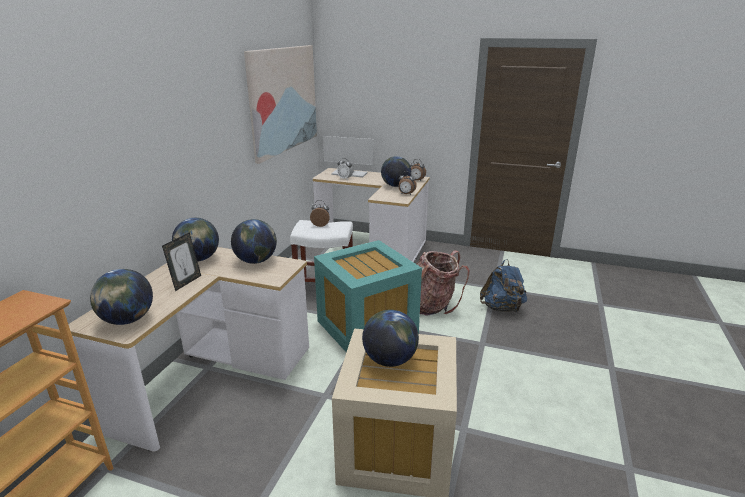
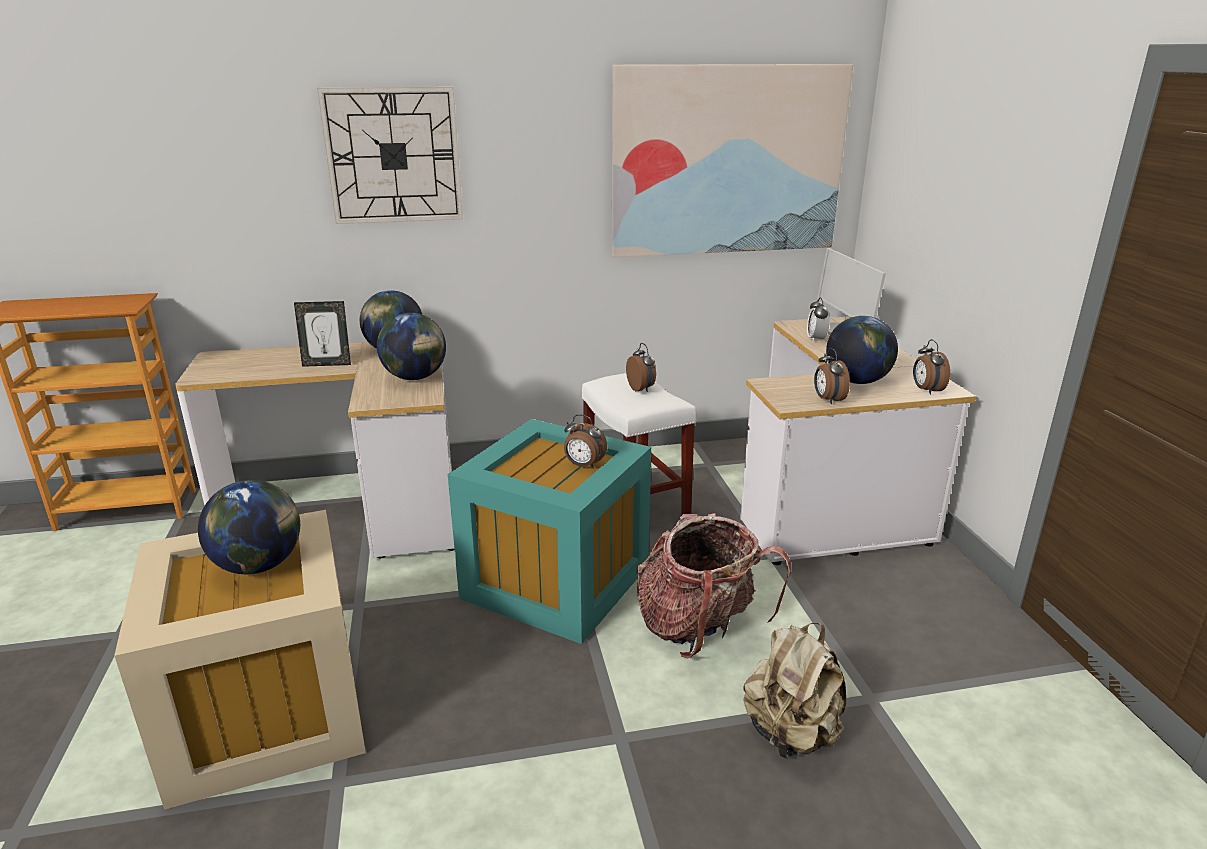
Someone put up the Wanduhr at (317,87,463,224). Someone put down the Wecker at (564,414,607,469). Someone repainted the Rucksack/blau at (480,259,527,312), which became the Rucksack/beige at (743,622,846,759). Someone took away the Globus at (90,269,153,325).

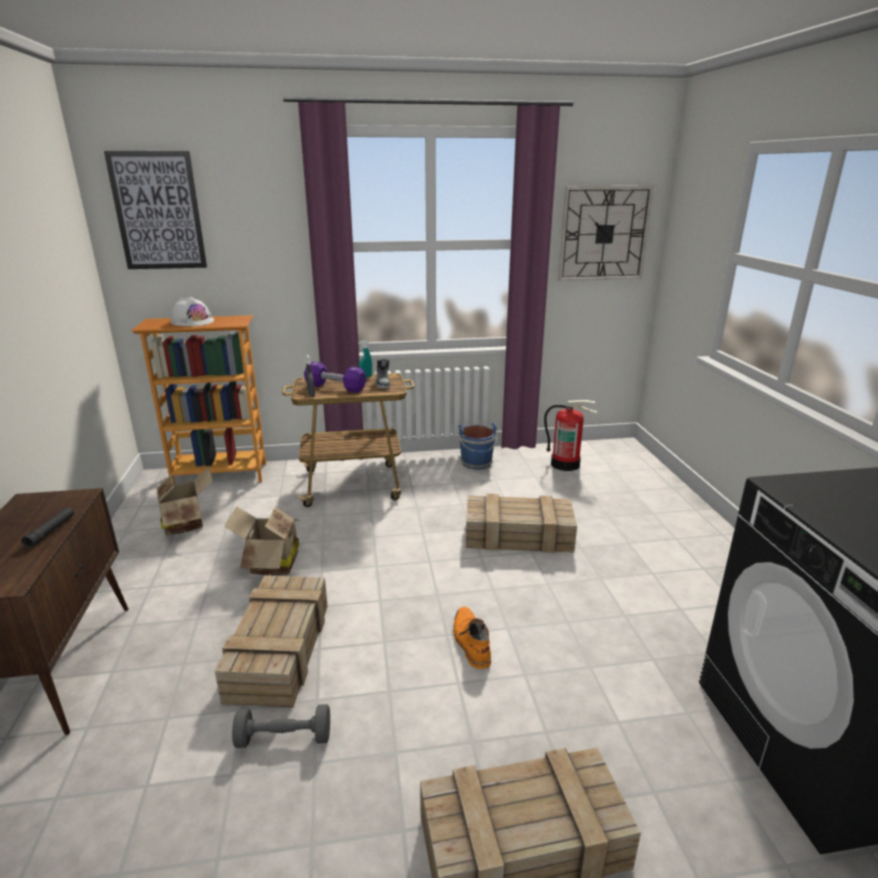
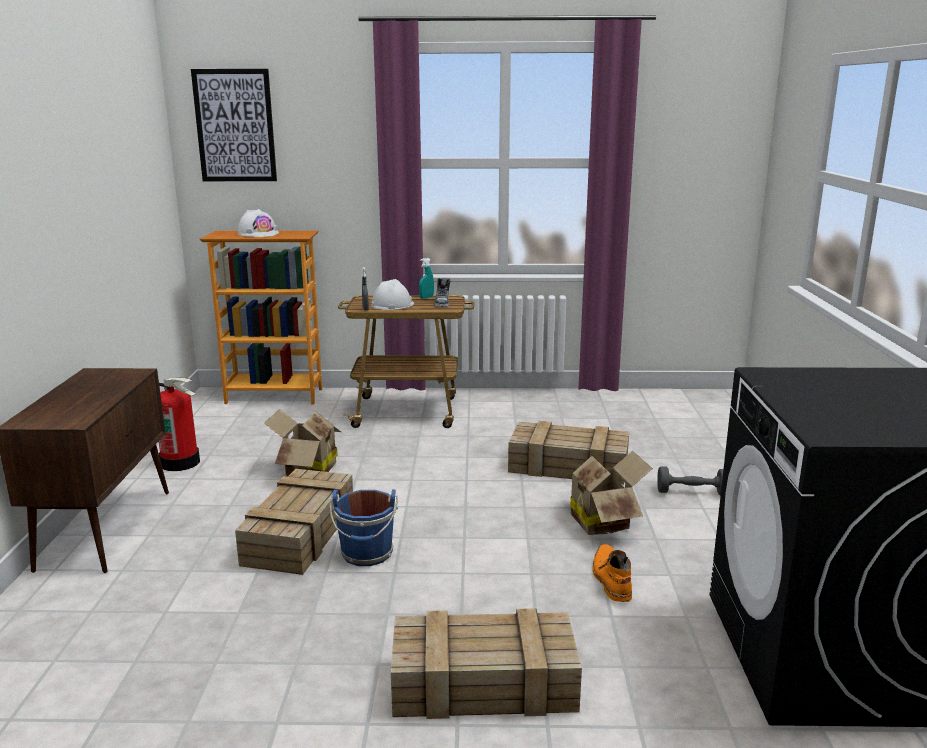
Someone carried the Feuerlöscher from (544,400,598,471) to (159,378,200,471). Someone carried the Eimer/blau from (458,423,499,469) to (329,489,398,566). Someone swapped the Hantel/lila at (304,362,366,393) for the Schutzhelm/weiß at (371,279,414,310). Someone carried the Karton from (157,466,213,535) to (563,451,653,535). Someone carried the Stiefel/orange from (454,607,491,669) to (593,544,632,602). Someone carried the Hantel/grau from (232,704,330,748) to (657,466,724,495). Someone took away the Taschenlampe/schwarz at (21,507,74,548). Someone took away the Wanduhr at (558,186,654,281).

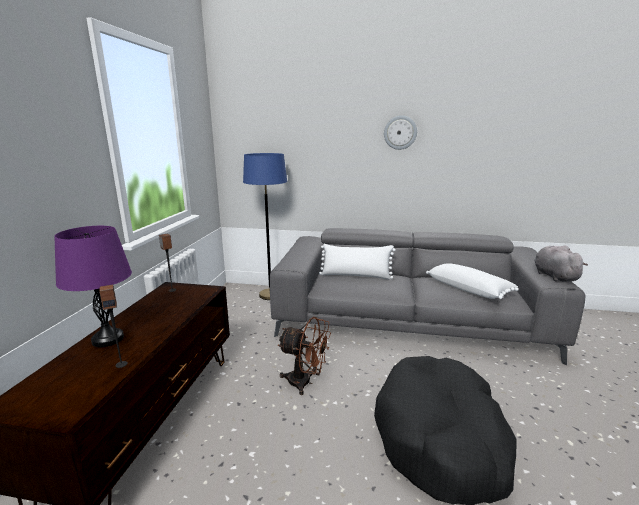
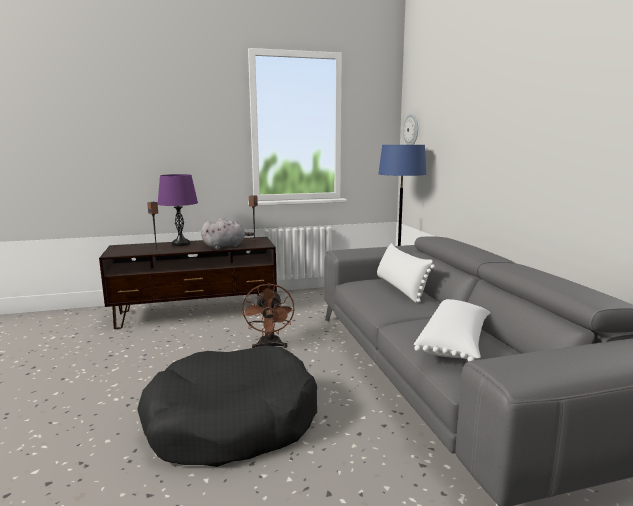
Someone carried the Plüschtier/grau from (534,246,588,282) to (201,218,254,249). Someone carried the Wanduhr from (384,115,417,150) to (403,114,418,145).

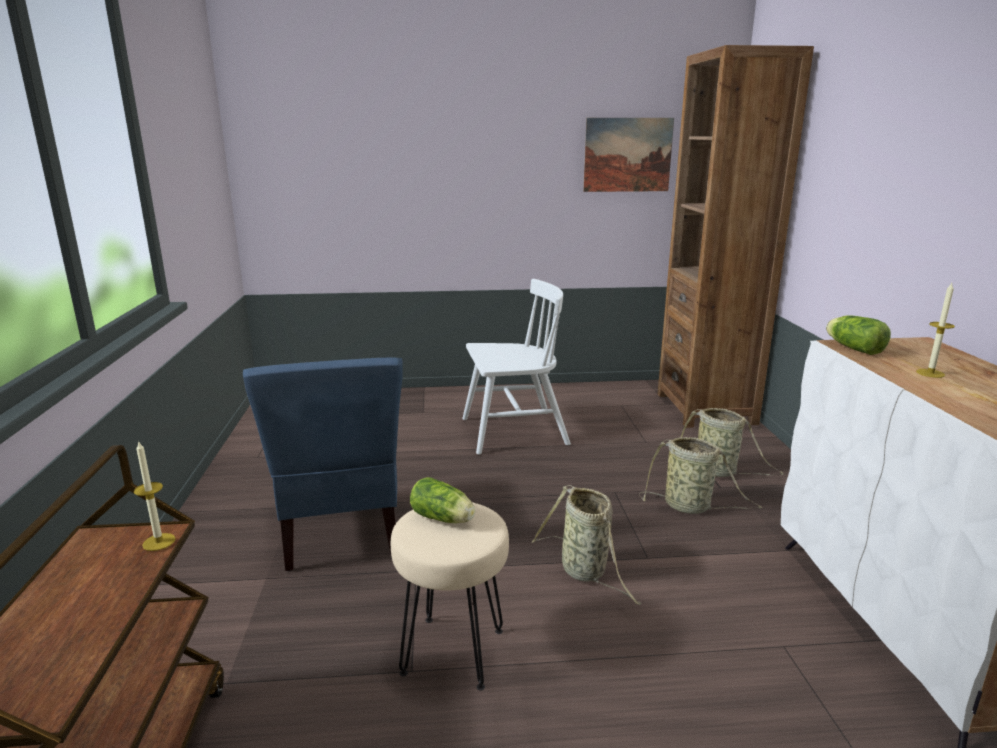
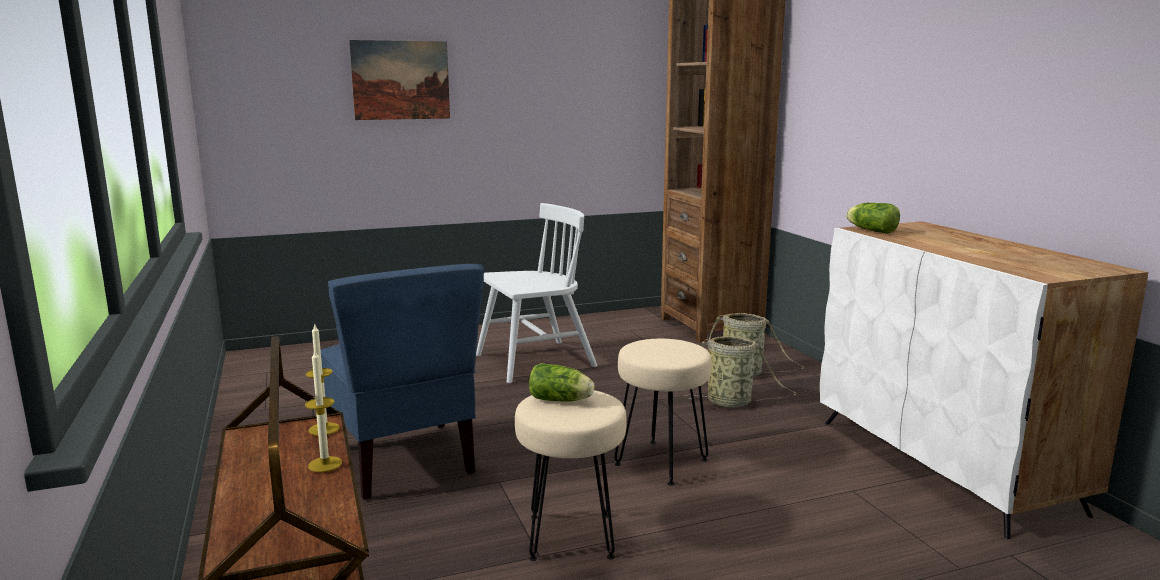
Someone carried the Kerze from (916,283,955,378) to (305,350,342,472). Someone carried the Bild from (583,118,674,192) to (349,40,450,120). Someone swapped the Korb at (532,485,641,605) for the Hocker/beige at (615,339,712,486).

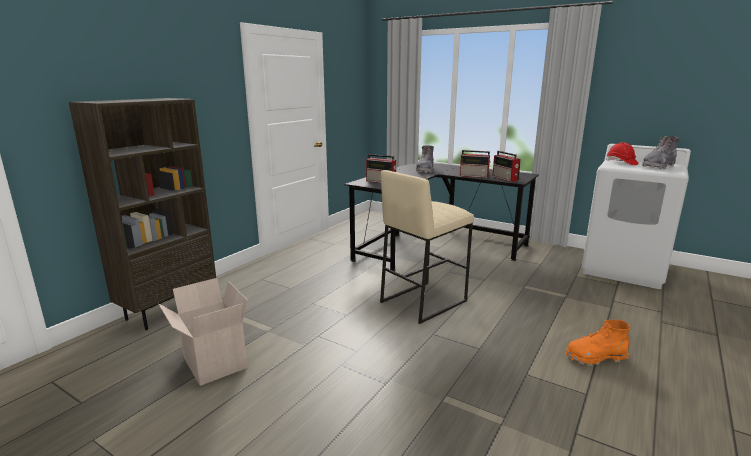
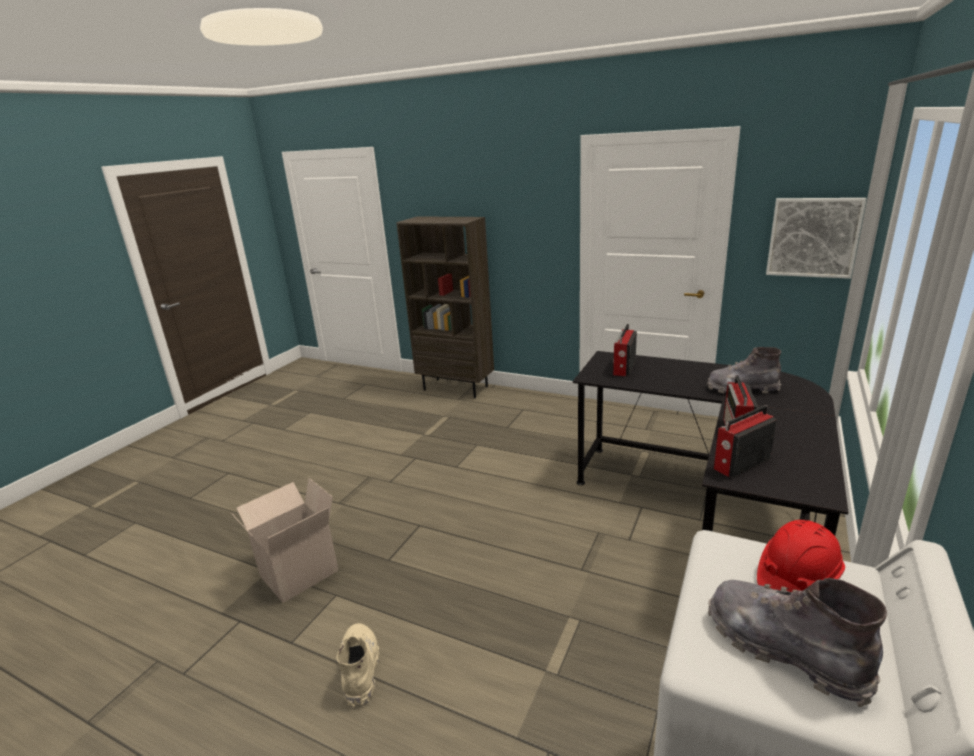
Someone carried the Karton from (158,278,248,386) to (231,478,338,603). Someone repainted the Stiefel/orange at (566,320,630,366), which became the Stiefel/beige at (336,623,380,708). Someone put up the Bild at (766,198,866,279). Someone took away the Hocker/beige at (380,170,474,324).

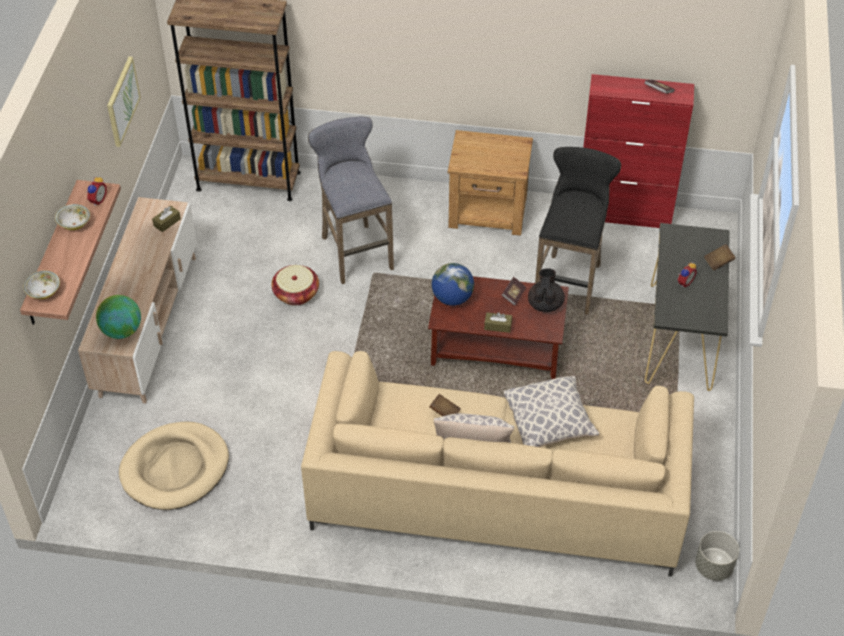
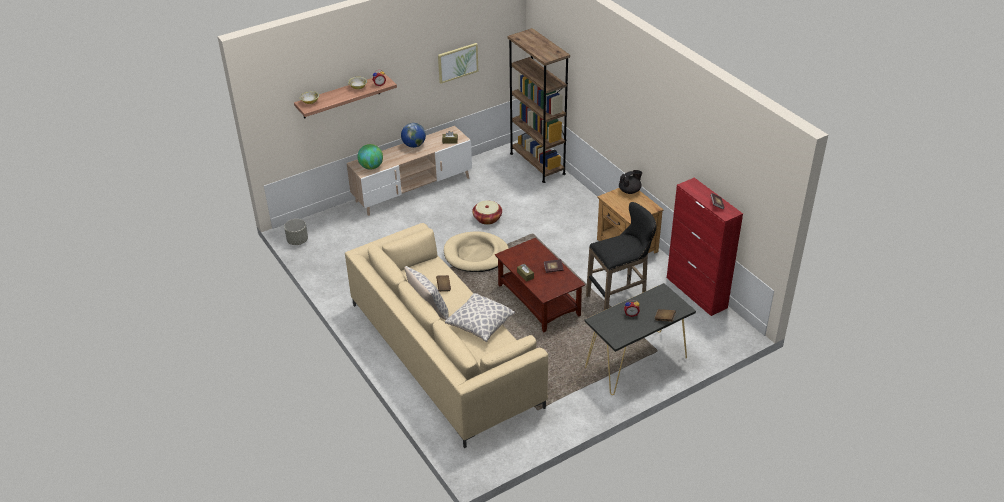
Someone carried the Pflanzkübel/grau from (695,531,739,581) to (284,219,308,245). Someone carried the Globus from (432,263,474,306) to (401,123,426,148). Someone carried the Hundebett/beige from (119,421,229,510) to (444,232,509,272). Someone carried the Teekanne/schwarz from (528,268,565,312) to (619,170,642,194). Someone took away the Hocker/grau at (308,117,394,284).

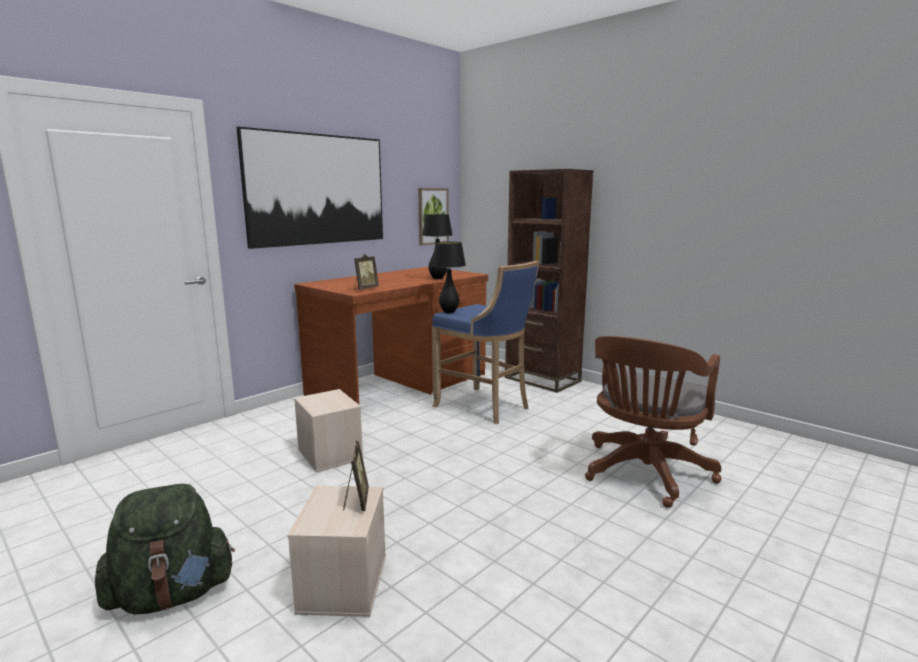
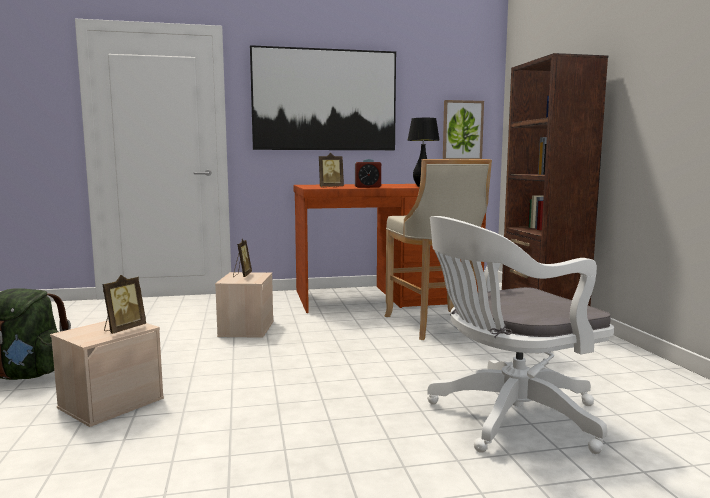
Someone put down the Bilderrahmen at (233,239,252,277). Someone put down the Wecker at (355,159,381,188). Someone repainted the Hocker/blau at (432,261,539,424), which became the Hocker/beige at (385,159,492,340). Someone repainted the Bürostuhl/braun at (585,336,722,508), which became the Bürostuhl/weiß at (427,216,614,454). Someone took away the Tischlampe/schwarz at (432,242,466,313).

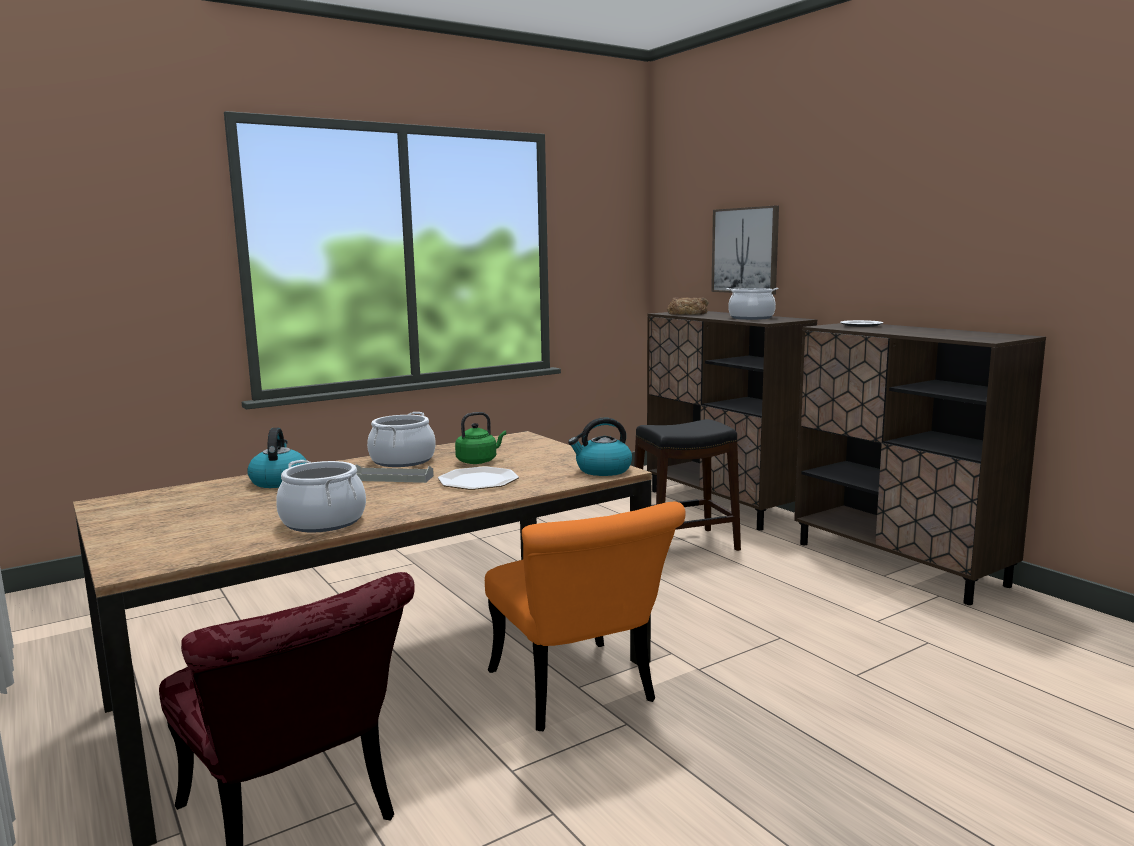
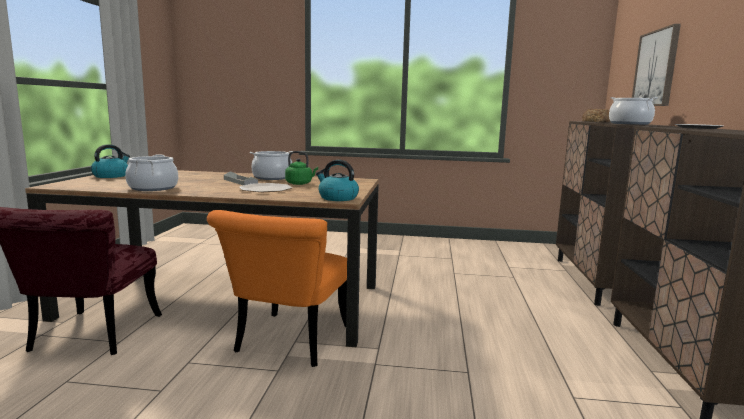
Someone carried the Wasserkessel from (247,428,306,488) to (91,144,130,178). Someone took away the Hocker/schwarz at (634,419,741,551).

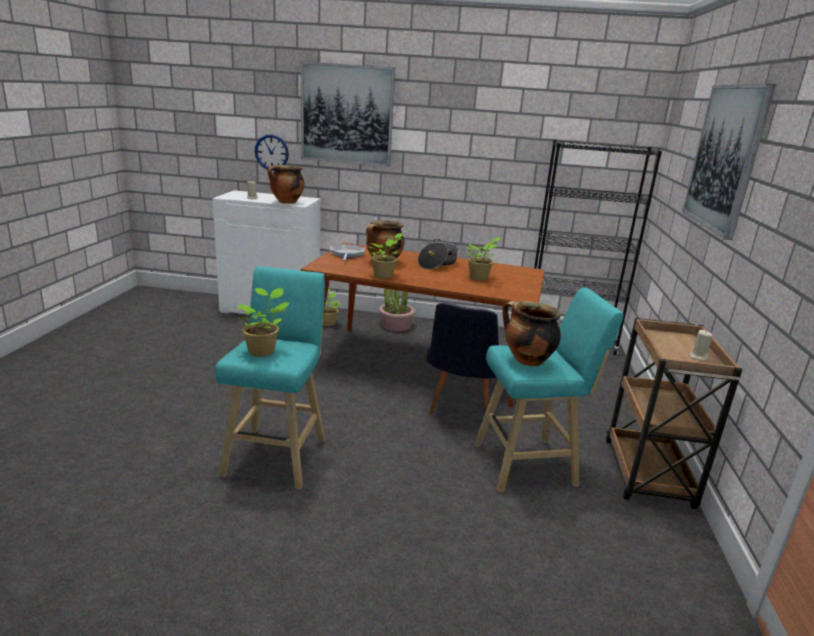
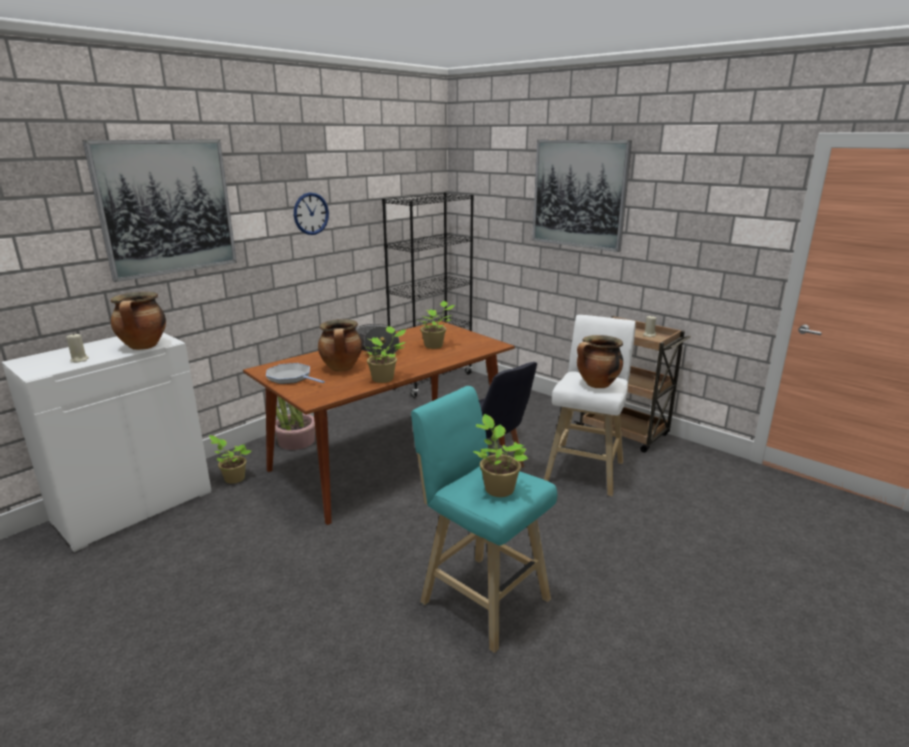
Someone carried the Wanduhr from (255,134,289,171) to (294,192,329,235). Someone repainted the Hocker/türkis at (474,287,624,492), which became the Hocker/weiß at (544,315,635,496).

